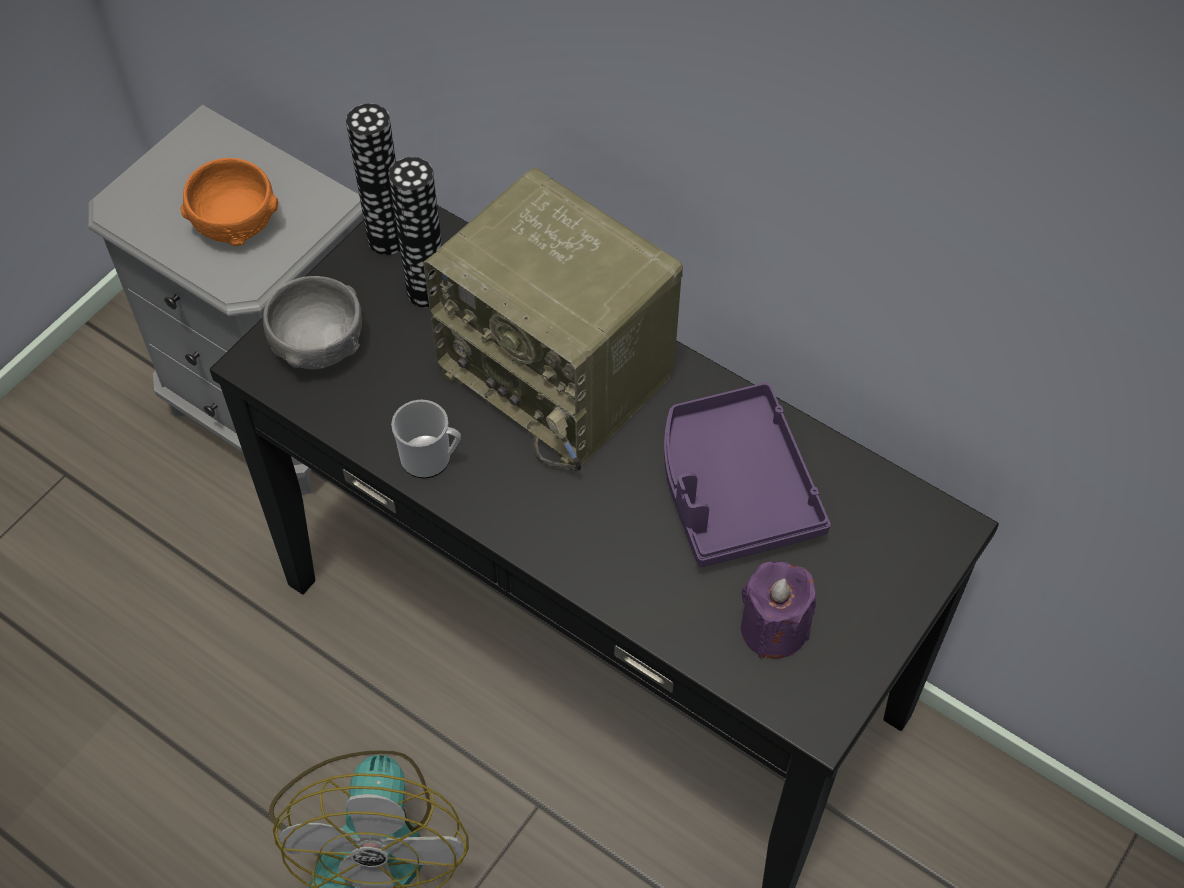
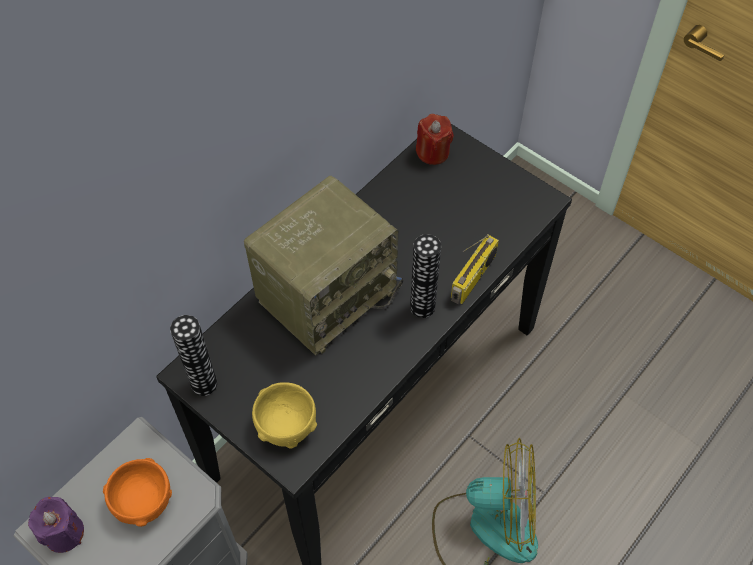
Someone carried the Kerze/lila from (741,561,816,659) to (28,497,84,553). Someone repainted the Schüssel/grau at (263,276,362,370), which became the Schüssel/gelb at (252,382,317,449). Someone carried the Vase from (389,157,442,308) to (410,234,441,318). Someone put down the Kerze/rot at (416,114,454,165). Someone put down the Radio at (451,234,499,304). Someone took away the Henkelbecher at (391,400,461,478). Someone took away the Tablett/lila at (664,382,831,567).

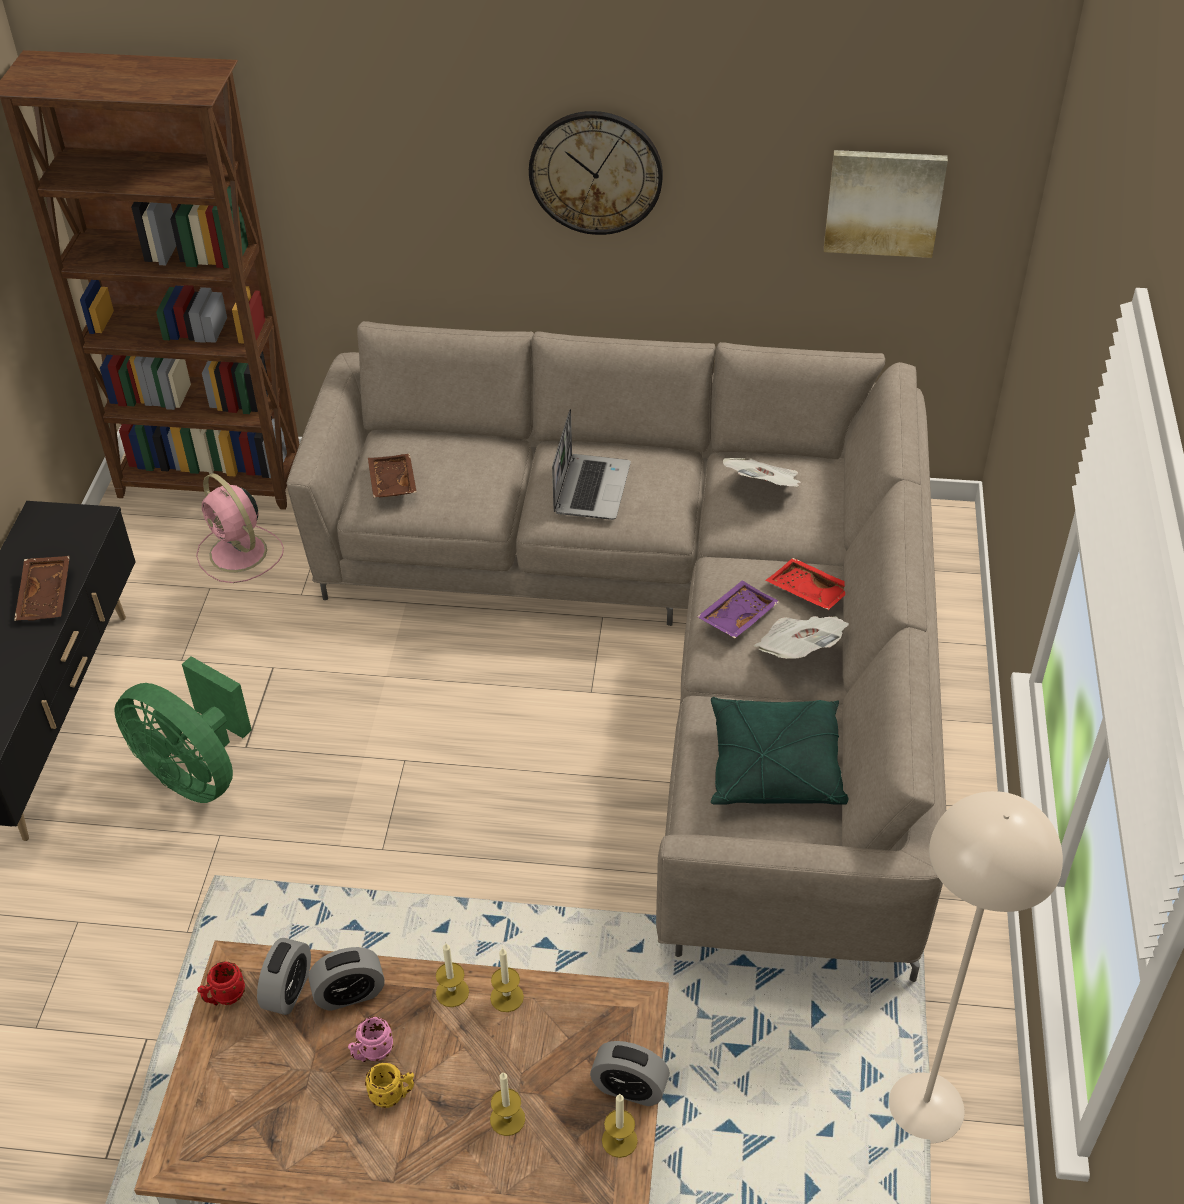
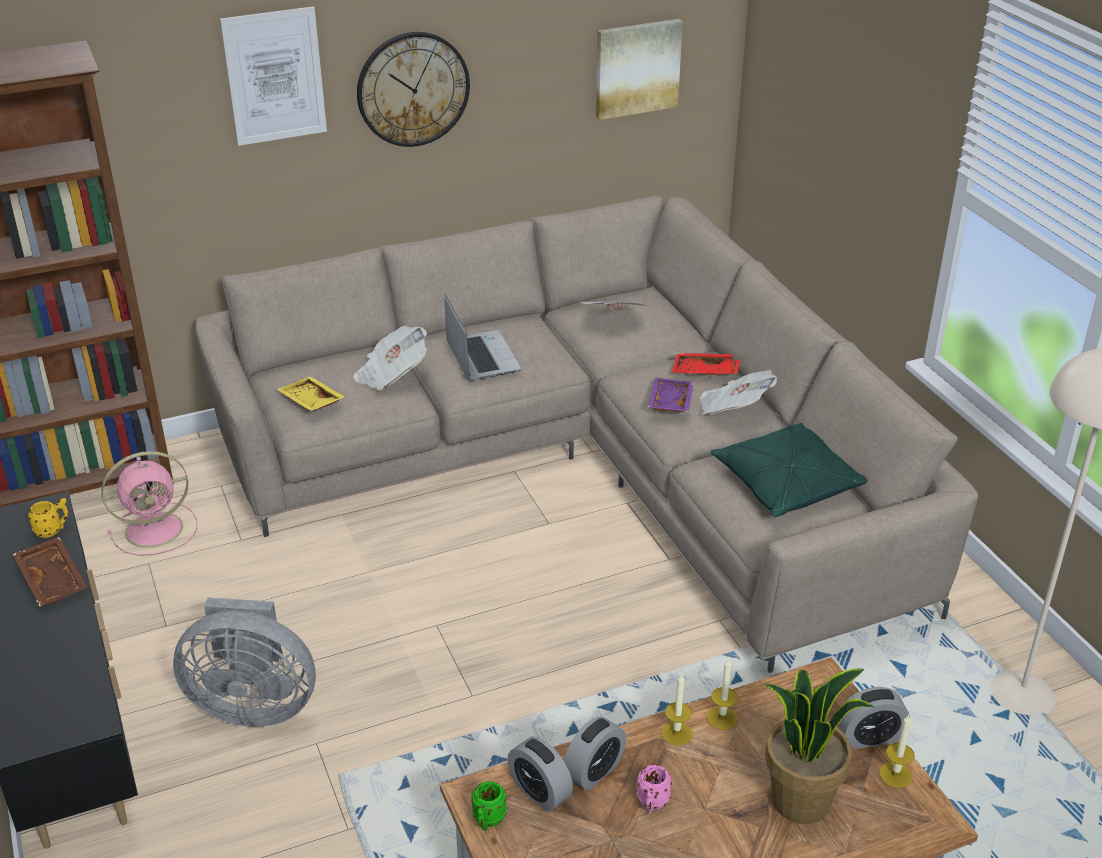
Someone carried the Henkelbecher/gelb from (365,1062,414,1108) to (28,498,68,538). Someone rotated the Ventilator/rosa at (196,473,284,583) by 45 degrees counterclockwise. Someone repainted the Ventilator/grün at (114,656,252,803), which became the Ventilator/grau at (173,598,316,727). Someone put up the Bild at (220,6,327,146). Someone repainted the Tablett/braun at (368,454,417,498), which became the Tablett/gelb at (277,376,345,411). Someone put down the Zeitung at (353,326,427,391). Someone repainted the Henkelbecher/rot at (197,961,245,1006), which became the Henkelbecher/grün at (471,781,507,831). Someone rotated the Wecker at (257,938,311,1015) by 150 degrees clockwise. Someone swapped the Kerze at (490,1072,525,1136) for the Topfpflanze at (764,668,874,824).

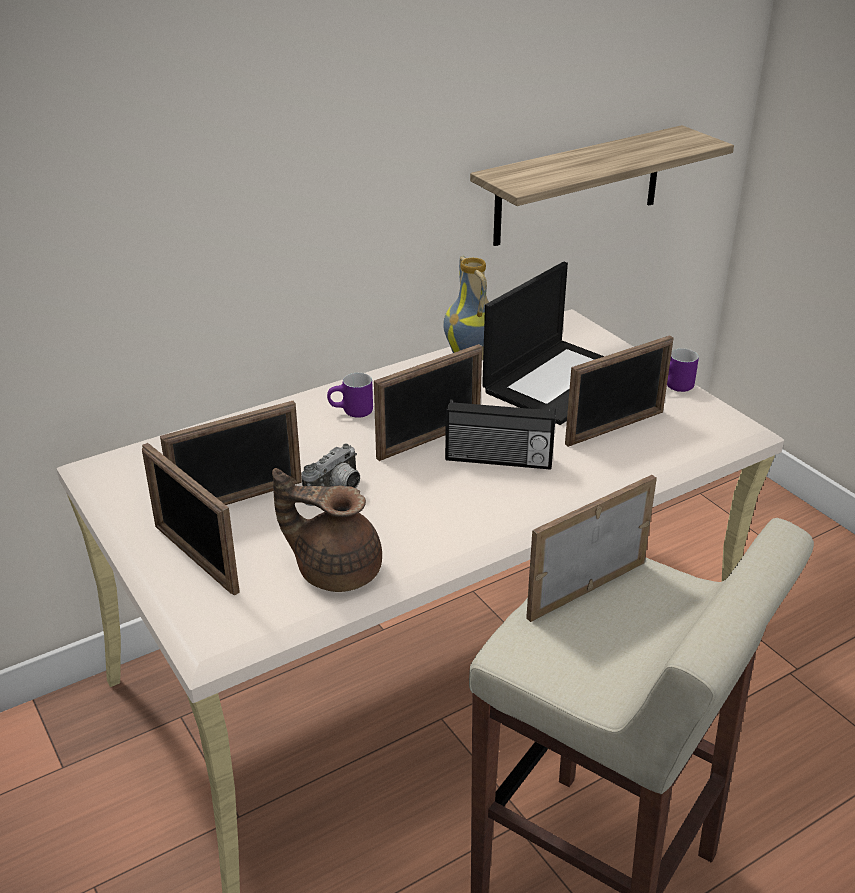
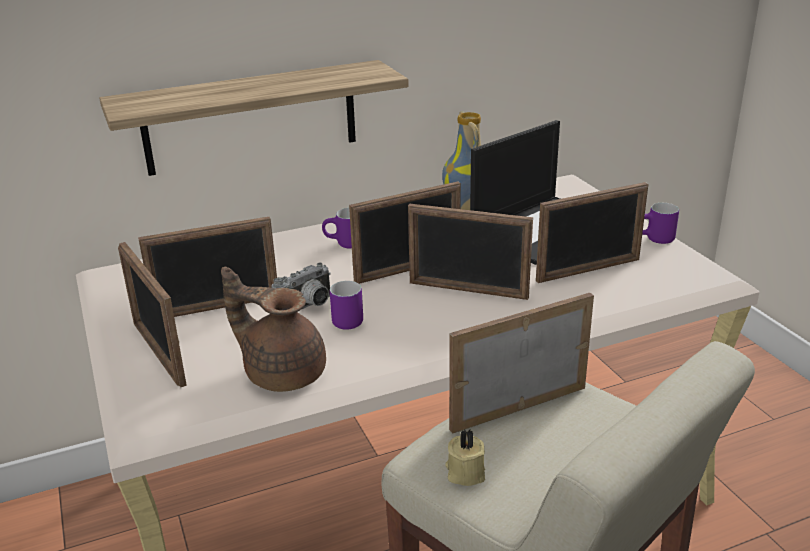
Someone carried the Wandregal from (470,125,734,246) to (99,60,409,176). Someone put down the Henkelbecher/lila at (330,281,363,330). Someone swapped the Radio at (445,400,556,470) for the Bilderrahmen at (408,204,533,300). Someone put down the Kerze/beige at (445,429,485,486).

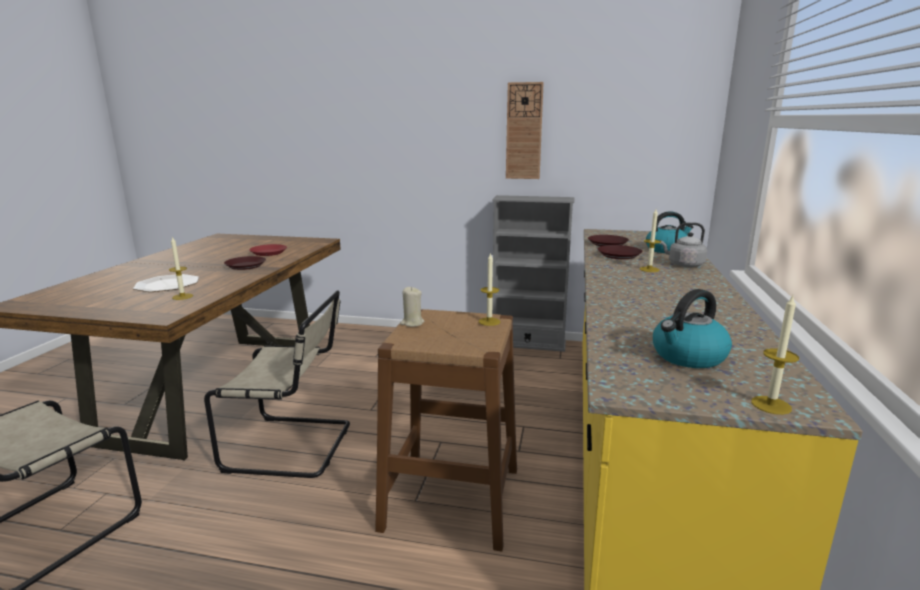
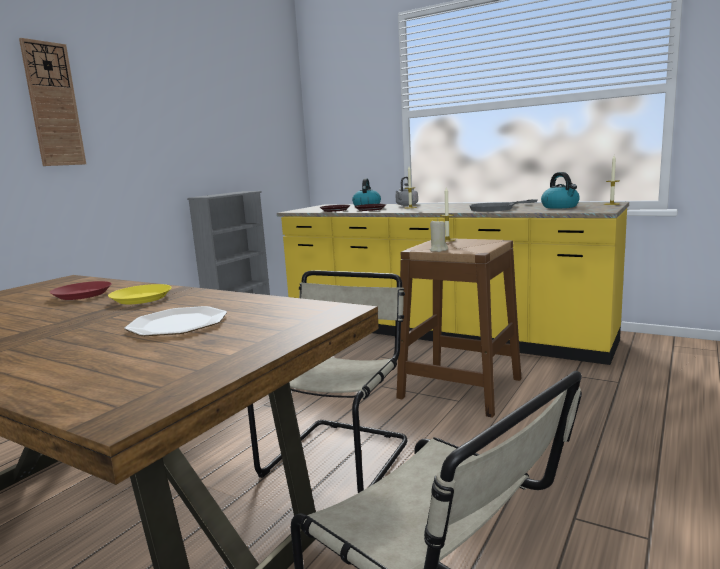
Someone carried the Wanduhr from (506,82,544,179) to (19,38,86,166). Someone repainted the Teller/braun at (224,256,266,270), which became the Teller/gelb at (108,284,172,304). Someone put down the Pfanne/grau at (469,199,538,212). Someone took away the Kerze at (169,236,193,300).

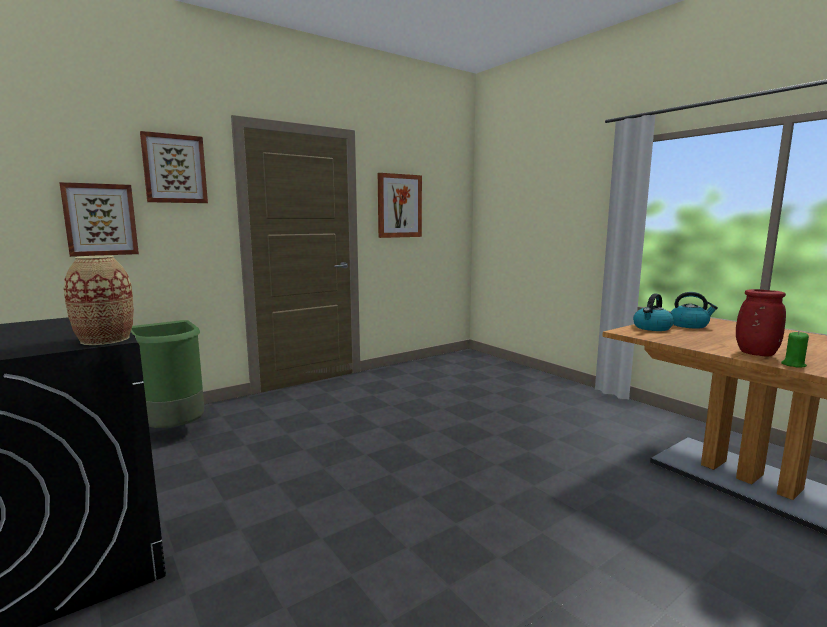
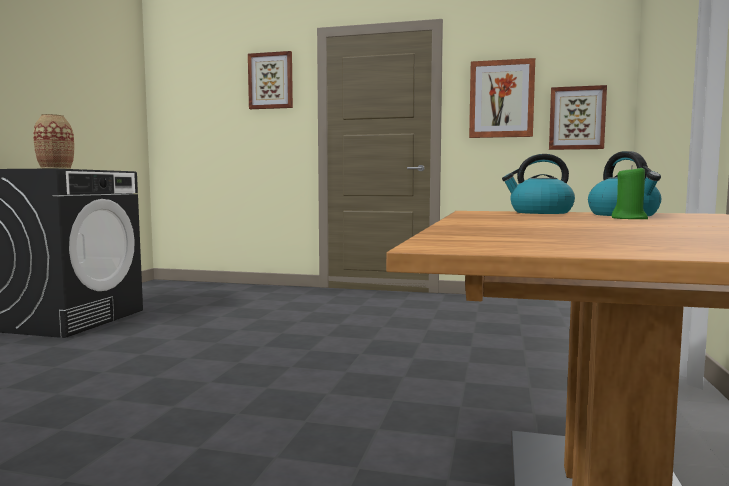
Someone carried the Bild from (59,182,139,257) to (549,85,607,150). Someone carried the Kerze/grün from (781,331,809,368) to (612,165,648,219). Someone took away the Mülleimer/grün at (131,320,204,428). Someone took away the Vase/rot at (736,289,786,356).

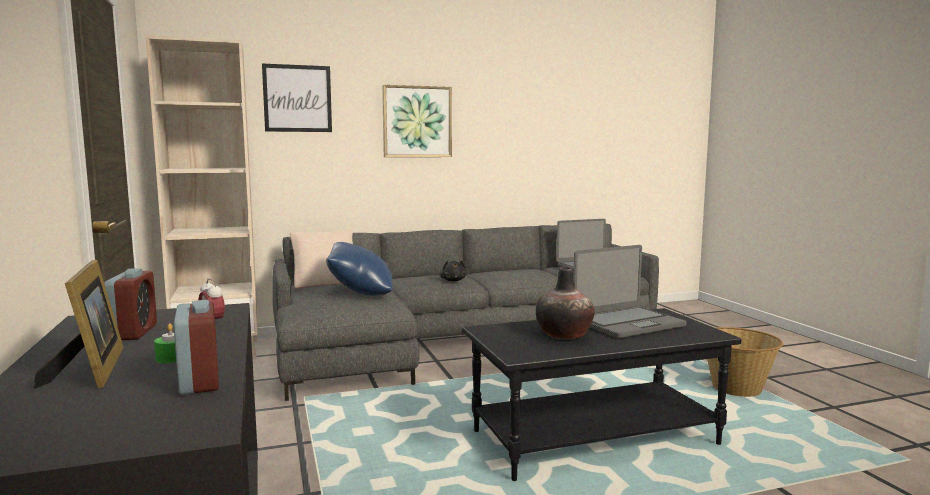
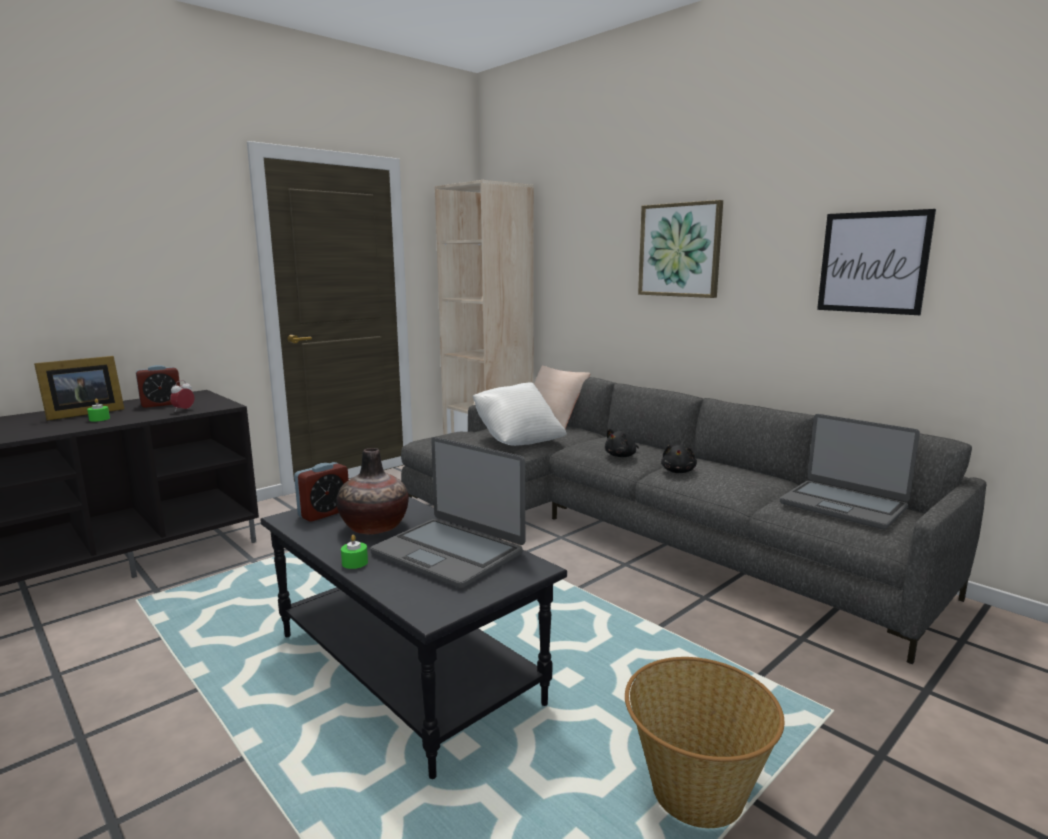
Someone carried the Wecker from (174,300,219,395) to (294,462,348,522). Someone put down the Kerze/grün at (341,535,368,569). Someone repainted the Kissen/blau at (326,242,393,296), which became the Kissen/weiß at (473,382,567,446). Someone put down the Plüschtier/schwarz at (661,445,697,473). Someone carried the Bild from (262,64,332,132) to (817,209,936,315).

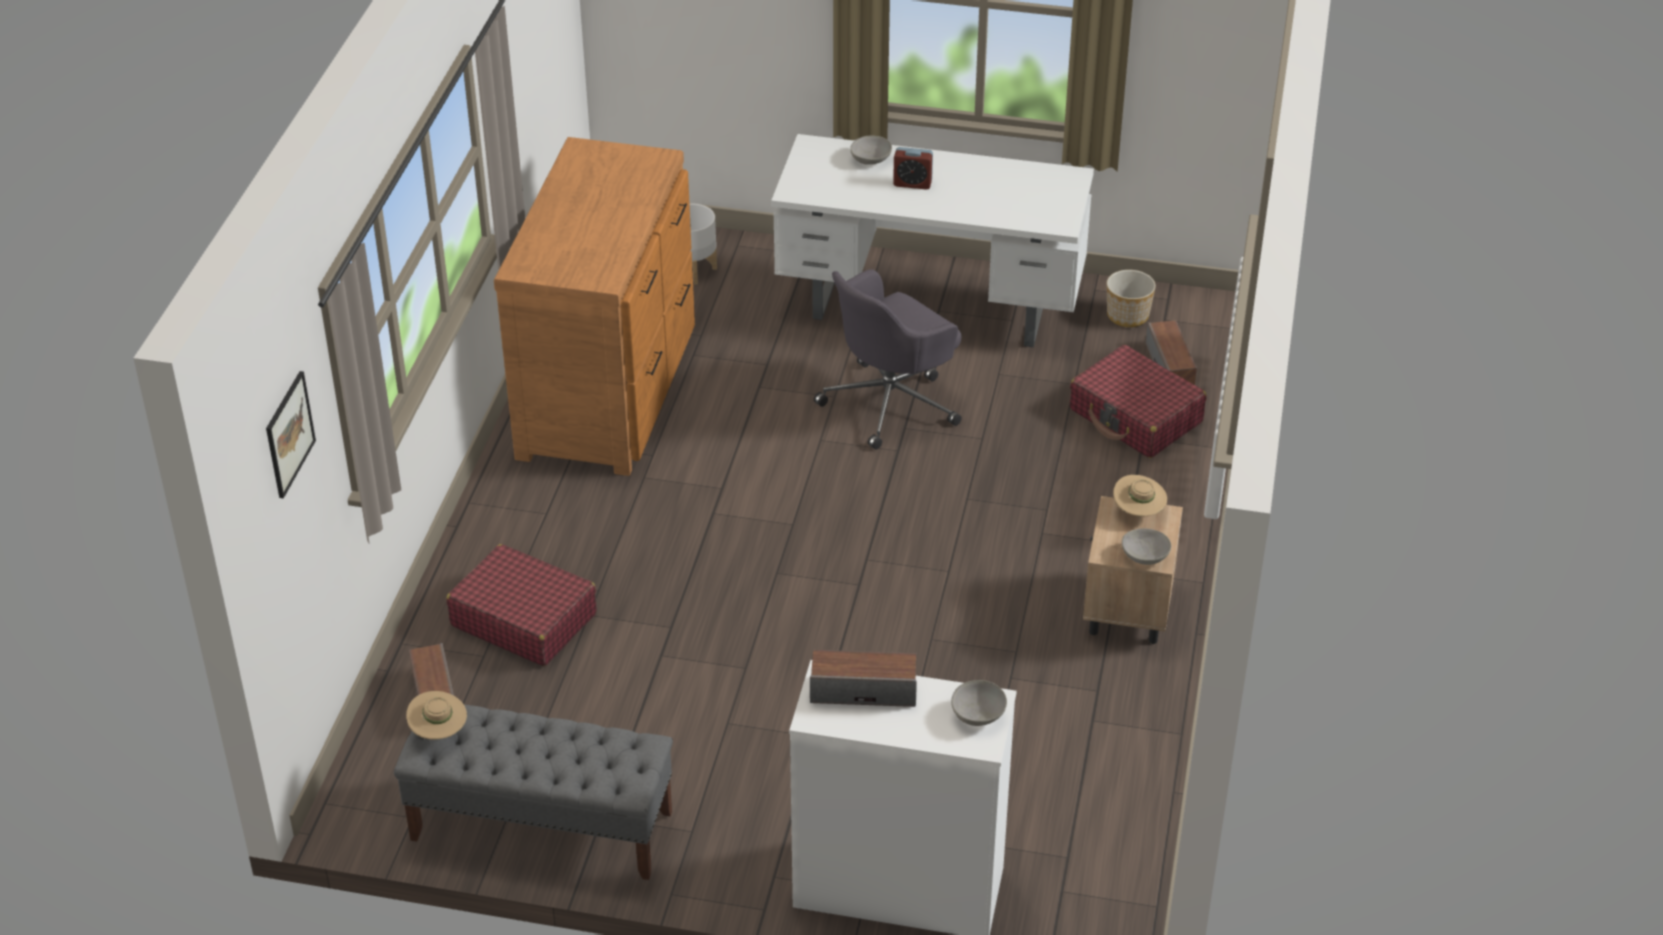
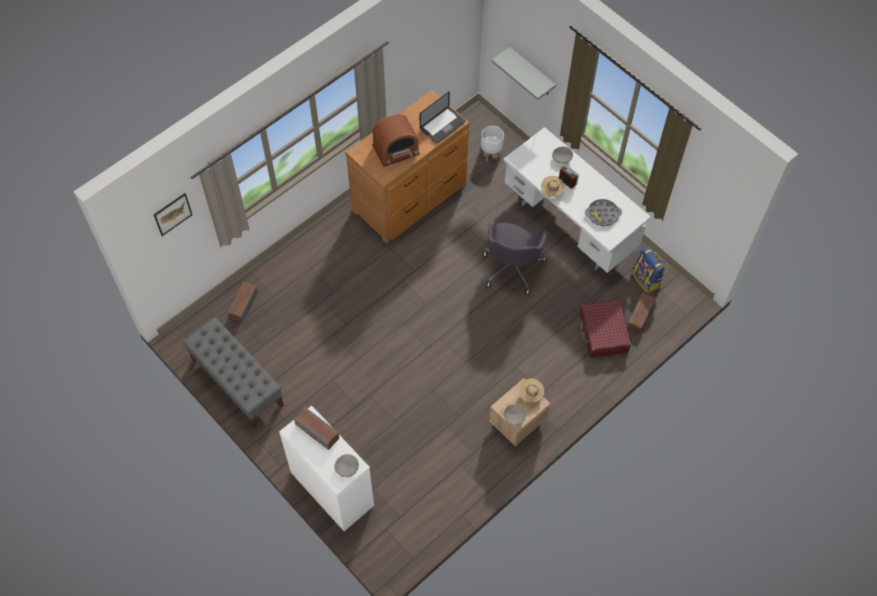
Someone put down the Radio at (372,114,420,167). Someone put down the Laptop at (420,91,466,144). Someone rotated the Bürostuhl/grau at (814,269,962,450) by 75 degrees counterclockwise. Someone put up the Wandregal/grau at (491,47,556,100). Someone carried the Hut/beige from (406,691,467,740) to (541,176,565,197). Someone put down the Tablett/grau at (585,199,622,226). Someone swapped the Pflanzkübel at (1106,270,1156,327) for the Rucksack at (632,247,665,293). Someone took away the Koffer/rot at (446,544,596,666).

